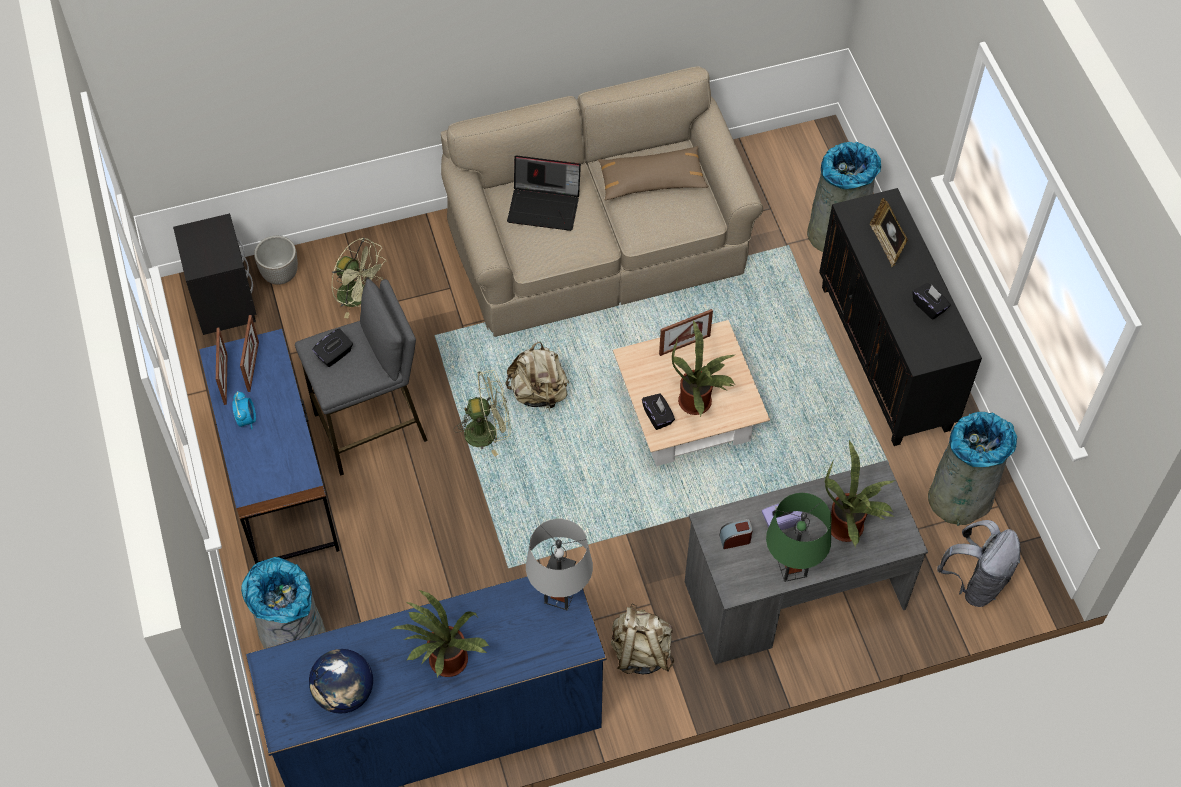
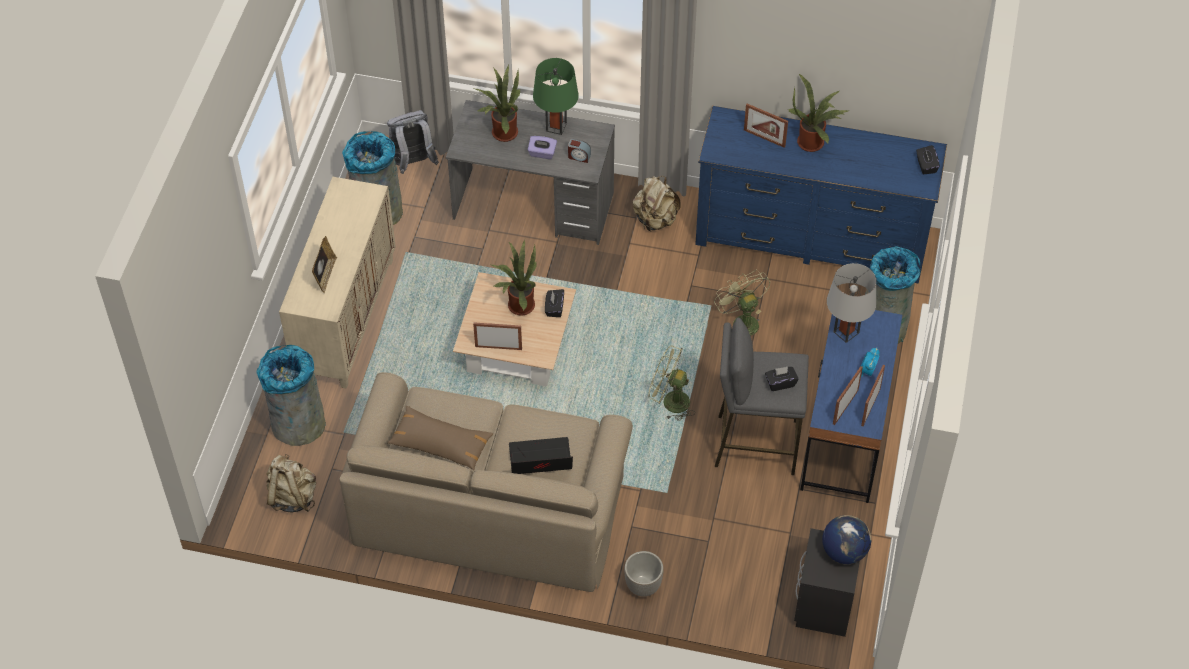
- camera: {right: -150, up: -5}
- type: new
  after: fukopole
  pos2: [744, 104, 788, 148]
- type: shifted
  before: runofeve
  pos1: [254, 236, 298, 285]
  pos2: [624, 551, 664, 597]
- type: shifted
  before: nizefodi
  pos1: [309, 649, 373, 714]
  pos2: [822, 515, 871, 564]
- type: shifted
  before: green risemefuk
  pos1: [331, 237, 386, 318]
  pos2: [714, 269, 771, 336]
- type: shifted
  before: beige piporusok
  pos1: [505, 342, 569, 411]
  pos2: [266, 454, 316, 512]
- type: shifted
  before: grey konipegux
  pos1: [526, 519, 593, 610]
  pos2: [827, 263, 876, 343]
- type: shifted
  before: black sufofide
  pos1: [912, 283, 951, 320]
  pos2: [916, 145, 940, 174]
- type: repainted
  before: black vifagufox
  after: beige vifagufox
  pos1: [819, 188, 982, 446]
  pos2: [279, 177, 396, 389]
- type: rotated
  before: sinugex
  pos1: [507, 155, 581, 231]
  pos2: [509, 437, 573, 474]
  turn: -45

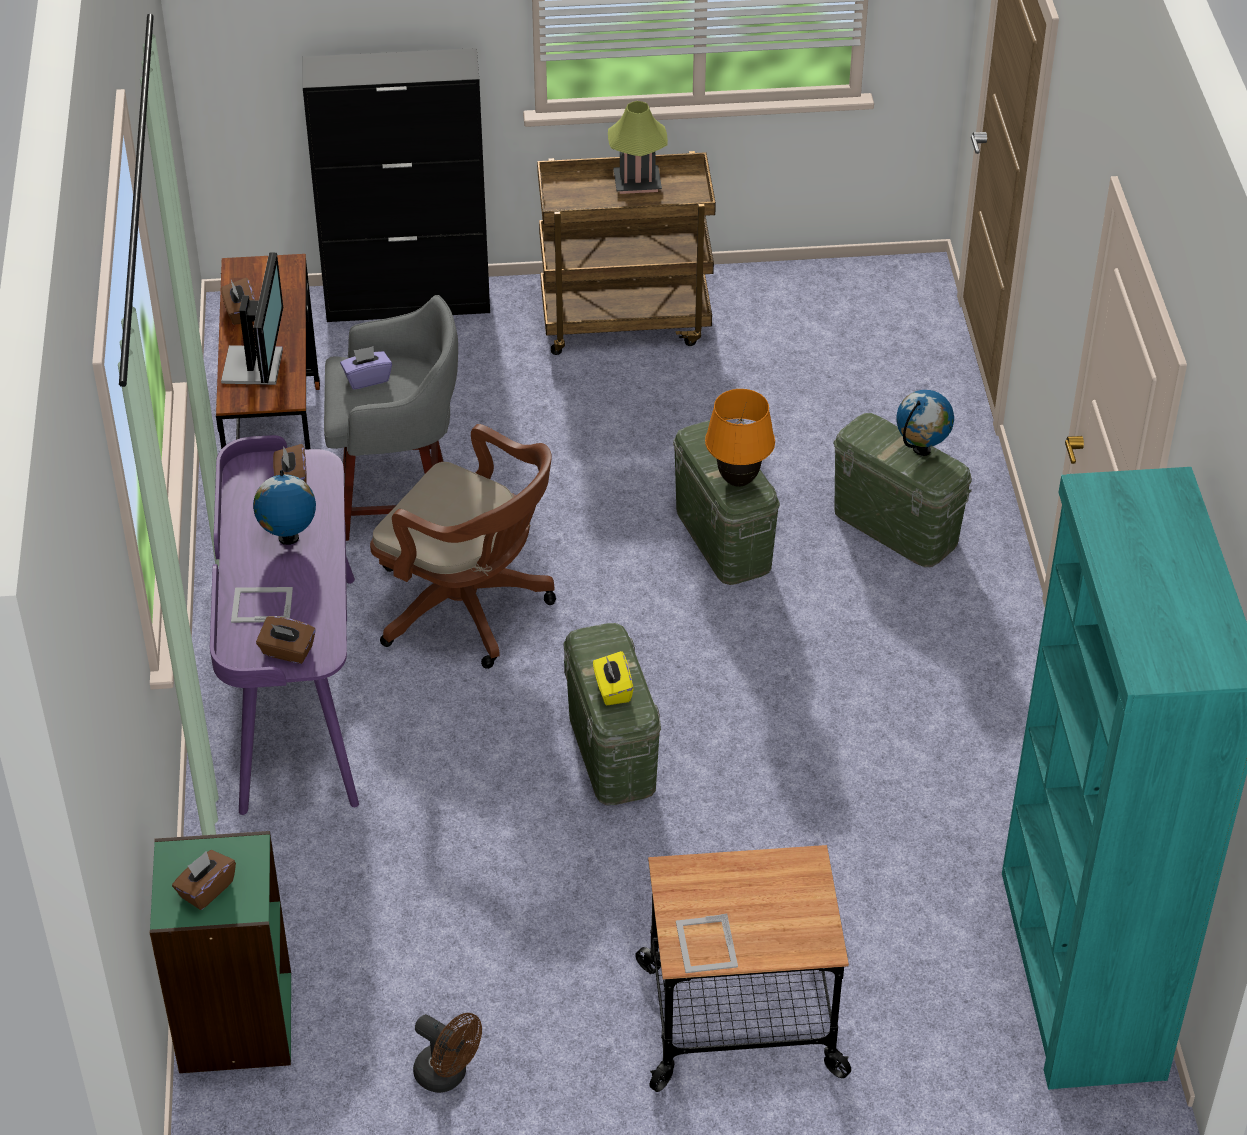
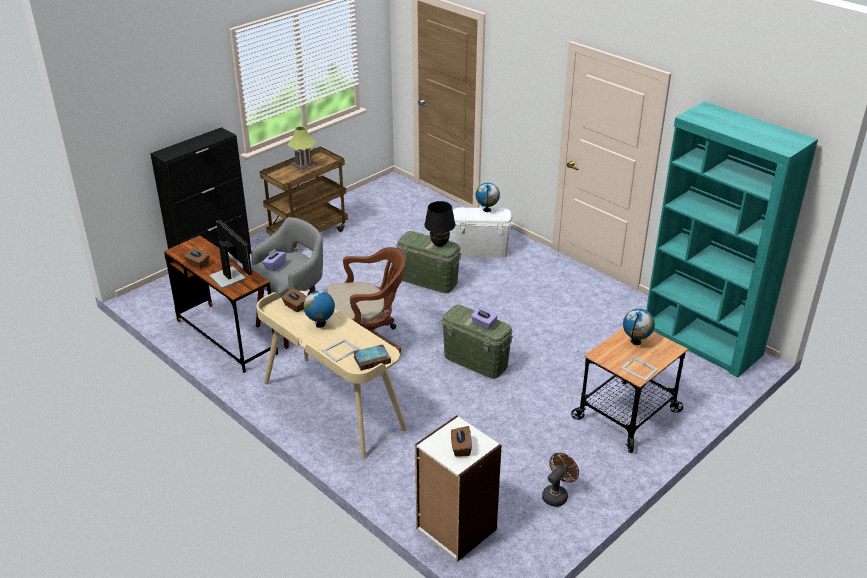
- camera: {right: -40, up: -10}
- type: new
  after: nizefodi
  pos2: [623, 309, 655, 345]
- type: swapped
  before: brown sufofide
  after: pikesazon
  pos1: [256, 616, 316, 664]
  pos2: [353, 344, 391, 371]
- type: repainted
  before: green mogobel
  after: white mogobel
  pos1: [150, 831, 291, 1073]
  pos2: [415, 415, 501, 561]
- type: repainted
  before: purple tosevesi
  after: beige tosevesi
  pos1: [210, 435, 359, 815]
  pos2: [257, 291, 407, 459]
- type: repainted
  before: yellow sufofide
  after: purple sufofide
  pos1: [593, 651, 634, 705]
  pos2: [471, 307, 498, 330]
- type: repainted
  before: orange konipegux
  after: black konipegux
  pos1: [705, 389, 775, 487]
  pos2: [424, 201, 455, 247]
- type: repainted
  before: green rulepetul
  after: white rulepetul
  pos1: [833, 413, 972, 567]
  pos2: [453, 208, 513, 258]
- type: rotated
  before: brown risemefuk
  pos1: [413, 1013, 482, 1093]
  pos2: [542, 453, 579, 507]
  turn: -45

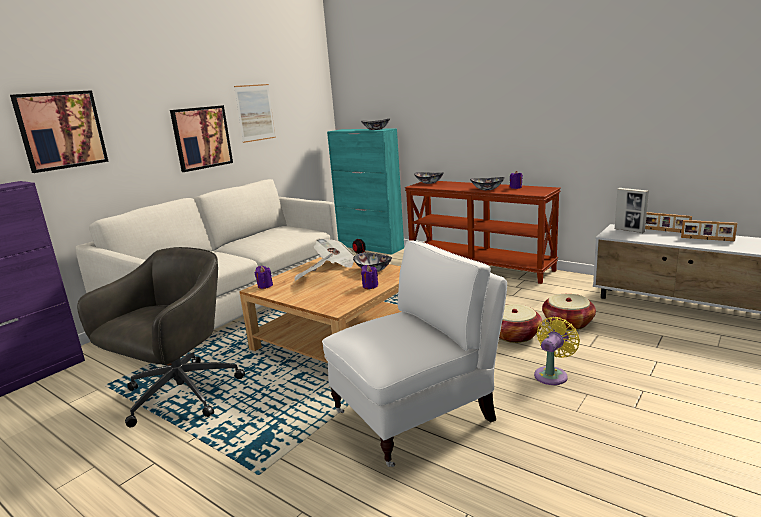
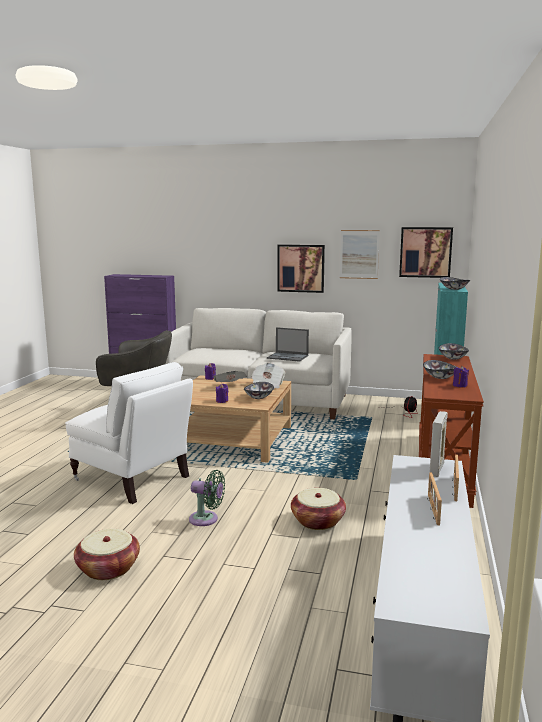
- camera: {right: 65, up: -5}
- type: new
  after: sinugex
  pos2: [267, 327, 309, 362]
- type: shifted
  before: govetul
  pos1: [10, 90, 109, 173]
  pos2: [399, 227, 453, 278]
- type: shifted
  before: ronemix
  pos1: [499, 304, 542, 343]
  pos2: [74, 529, 140, 580]
- type: repainted
  before: yellow risemefuk
  after: green risemefuk
  pos1: [534, 317, 580, 385]
  pos2: [189, 470, 225, 526]

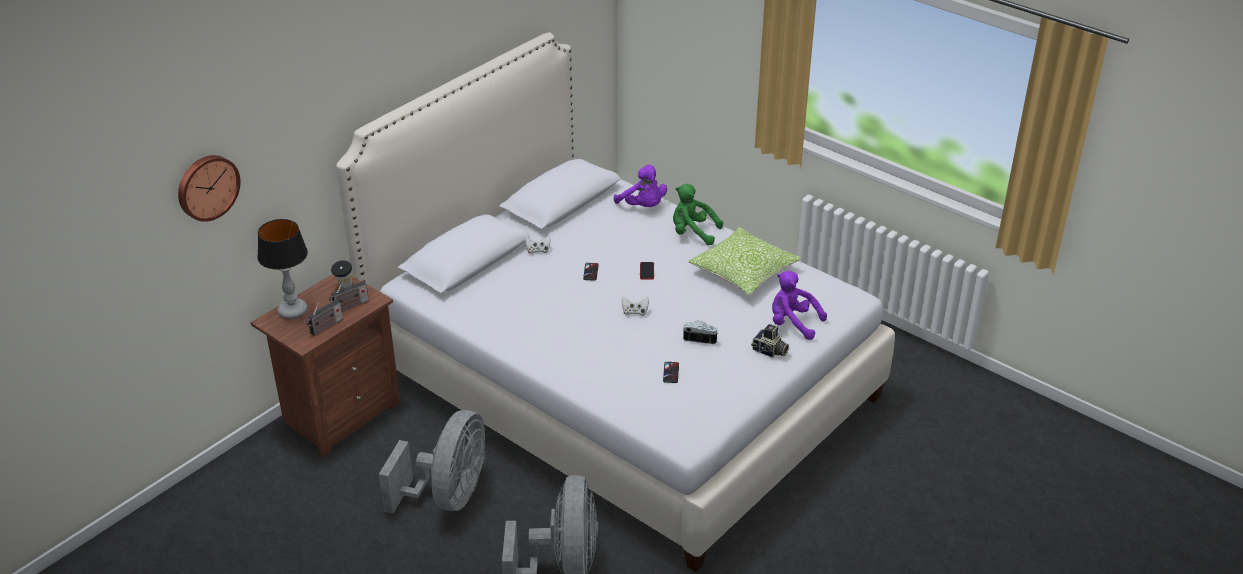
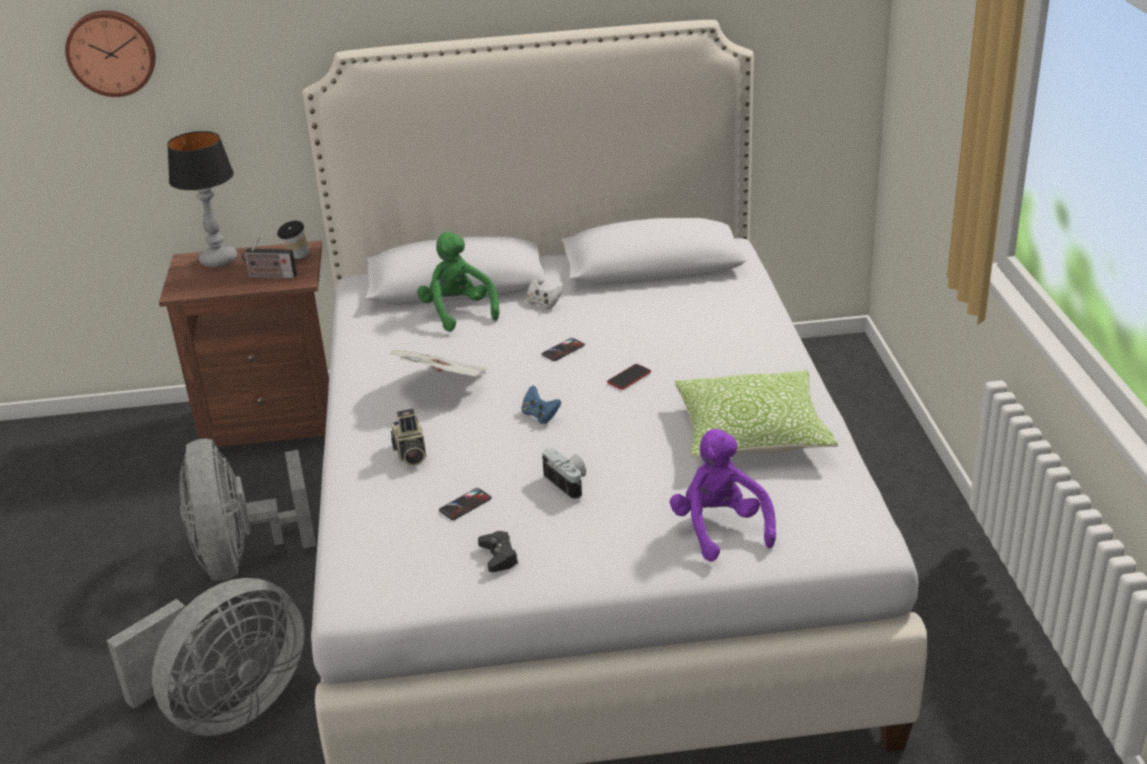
- camera: {right: 45, up: -5}
- type: gone
  before: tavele
  pos1: [306, 300, 343, 336]
- type: gone
  before: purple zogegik
  pos1: [614, 165, 667, 207]
- type: new
  after: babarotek
  pos2: [390, 350, 488, 377]
- type: new
  after: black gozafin
  pos2: [478, 531, 519, 572]
- type: shifted
  before: green zogegik
  pos1: [673, 184, 723, 245]
  pos2: [417, 232, 499, 332]
- type: shifted
  before: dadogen
  pos1: [751, 324, 789, 358]
  pos2: [391, 409, 426, 466]
- type: repainted
  before: white gozafin
  after: blue gozafin
  pos1: [622, 296, 649, 316]
  pos2: [521, 385, 561, 424]
- type: rotated
  before: grey risemefuk
  pos1: [379, 410, 485, 514]
  pos2: [180, 439, 316, 581]
  turn: 105

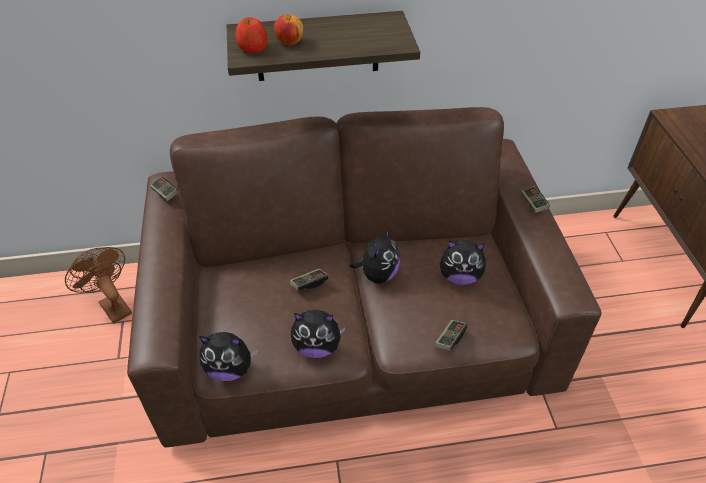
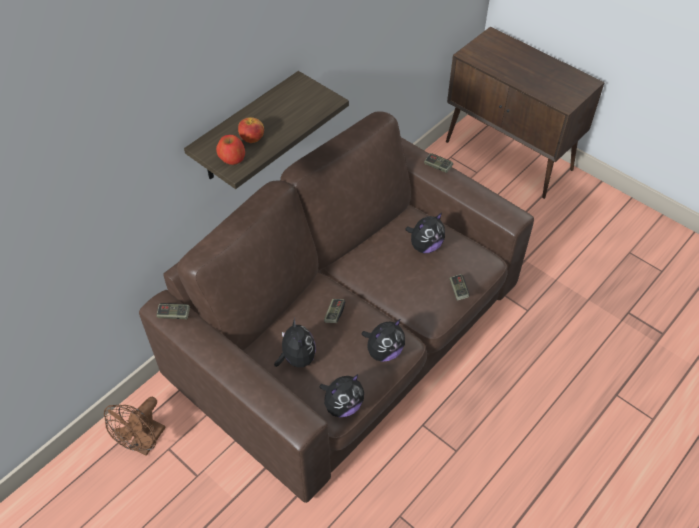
- camera: {right: -40, up: 5}
- type: shifted
  before: zogegik
  pos1: [349, 227, 400, 284]
  pos2: [274, 318, 316, 367]
- type: rotated
  before: brown risemefuk
  pos1: [65, 247, 132, 324]
  pos2: [104, 397, 166, 456]
  turn: -75

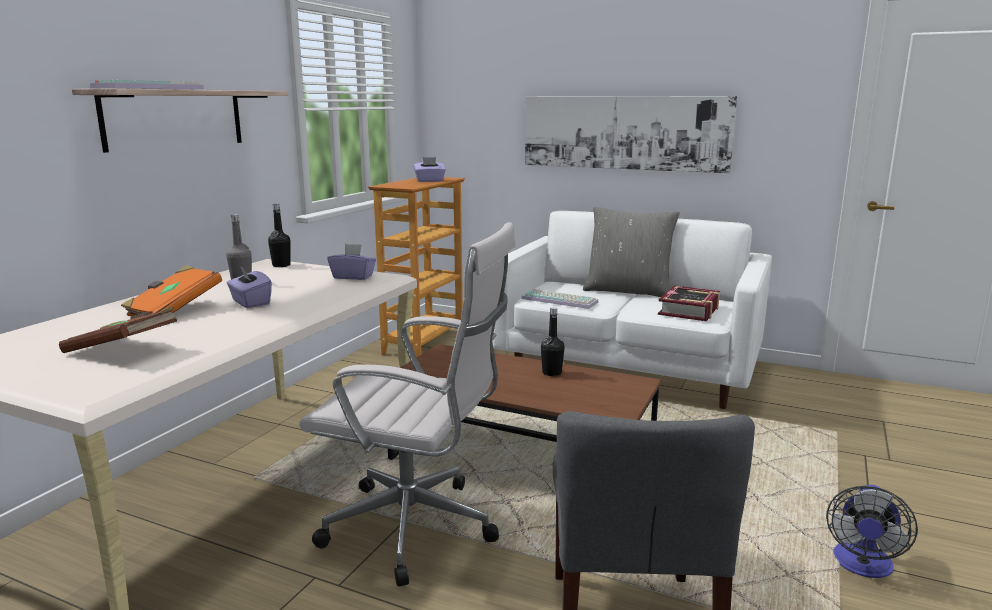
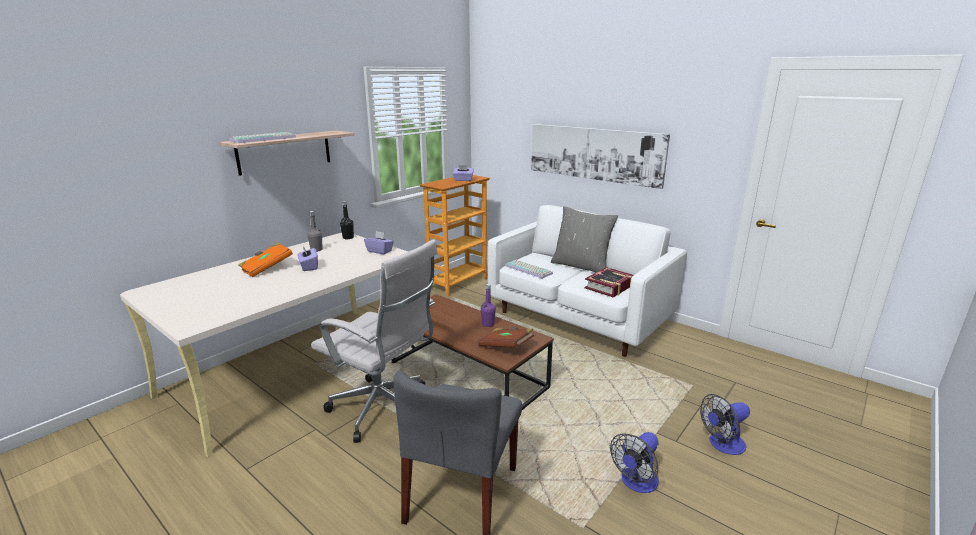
- camera: {right: 15, up: 5}
- type: new
  after: risemefuk
  pos2: [700, 394, 750, 455]
- type: shifted
  before: brown pikesazon
  pos1: [59, 307, 177, 353]
  pos2: [478, 327, 534, 348]
- type: repainted
  before: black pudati
  after: purple pudati
  pos1: [541, 307, 565, 376]
  pos2: [481, 284, 496, 327]

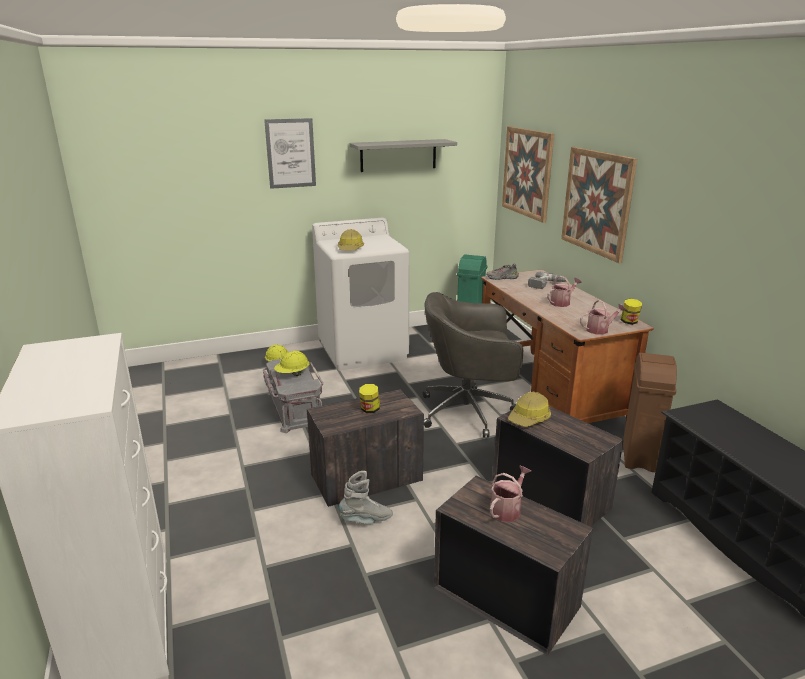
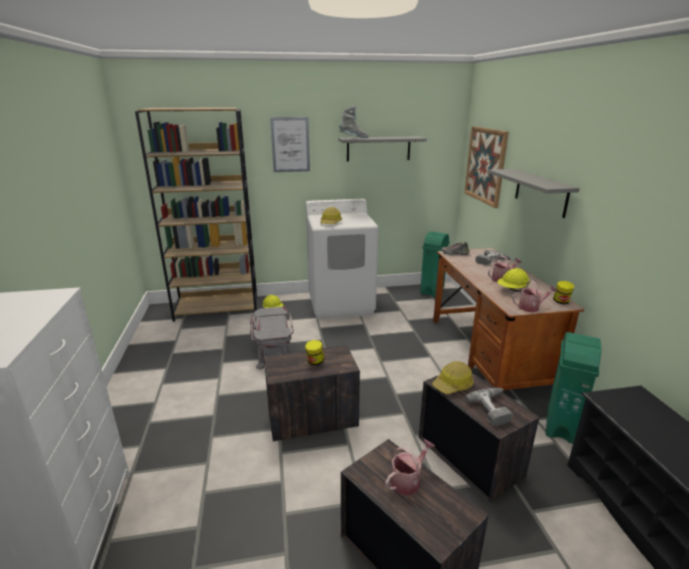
- camera: {right: 10, up: 0}
- type: gone
  before: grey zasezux
  pos1: [423, 292, 523, 438]
- type: new
  after: brown mogobel
  pos2: [135, 107, 257, 322]
- type: new
  after: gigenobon
  pos2: [465, 388, 513, 426]
- type: shifted
  before: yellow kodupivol
  pos1: [274, 351, 309, 376]
  pos2: [497, 268, 530, 292]
- type: shifted
  before: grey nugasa
  pos1: [339, 471, 393, 524]
  pos2: [339, 106, 369, 138]
- type: swapped
  before: govetul
  after: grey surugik
  pos1: [561, 147, 637, 263]
  pos2: [488, 169, 580, 218]
- type: repainted
  before: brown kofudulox
  after: green kofudulox
  pos1: [623, 353, 677, 472]
  pos2: [546, 332, 602, 444]

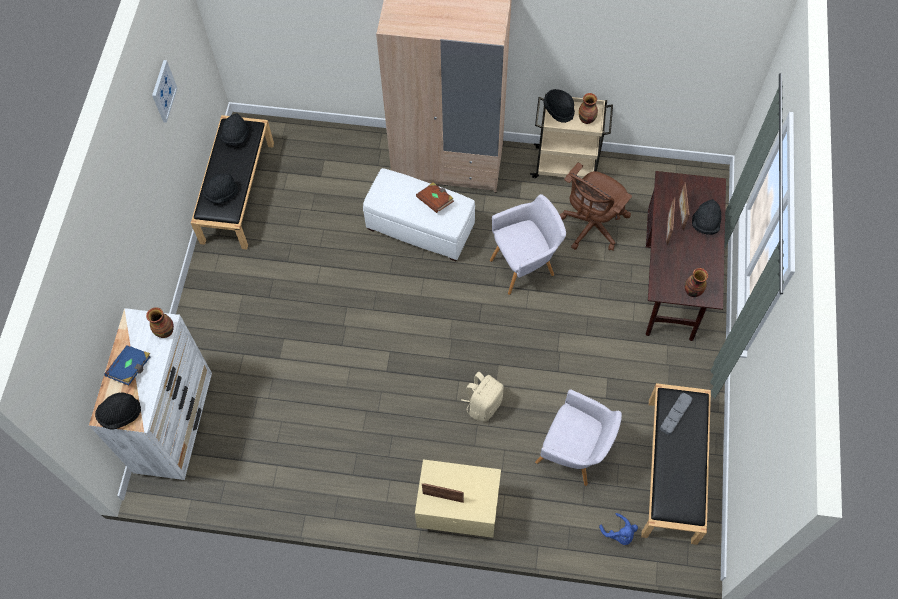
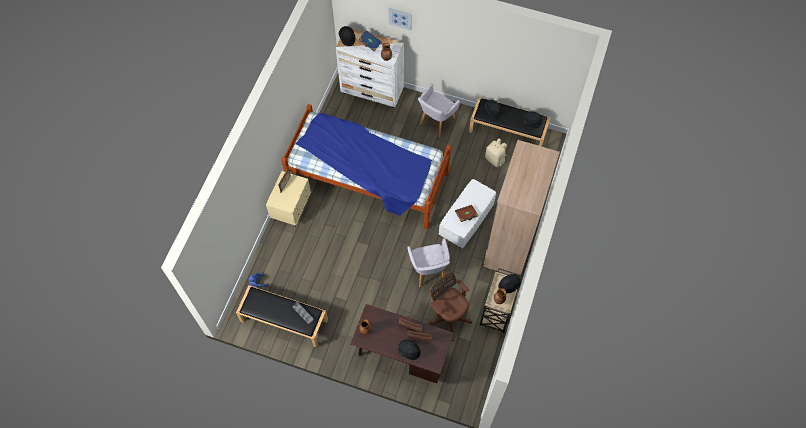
- camera: {right: 100, up: 0}
- type: new
  after: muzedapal
  pos2: [281, 104, 451, 230]
- type: shifted
  before: govetul
  pos1: [152, 60, 177, 123]
  pos2: [388, 8, 412, 31]
- type: shifted
  before: beige piporusok
  pos1: [461, 372, 504, 422]
  pos2: [485, 138, 507, 167]
- type: shifted
  before: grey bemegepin
  pos1: [535, 389, 622, 486]
  pos2: [418, 83, 460, 137]

